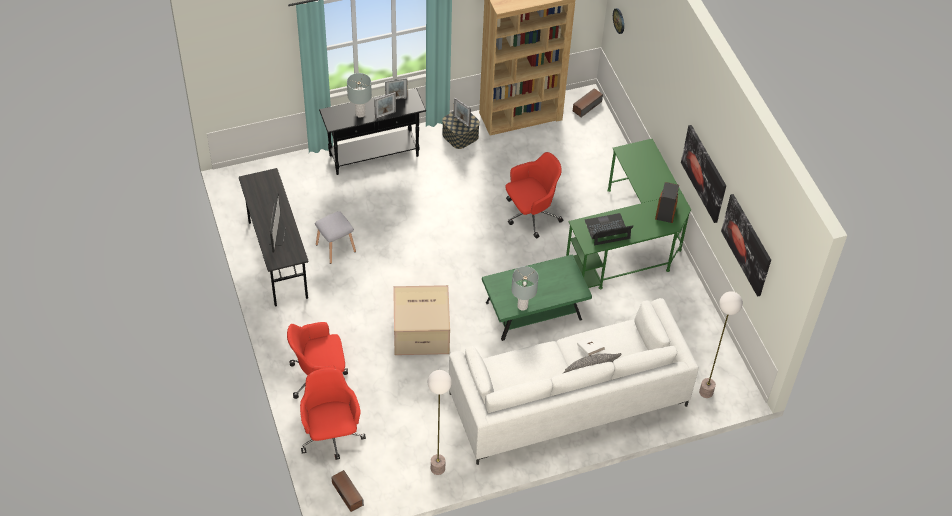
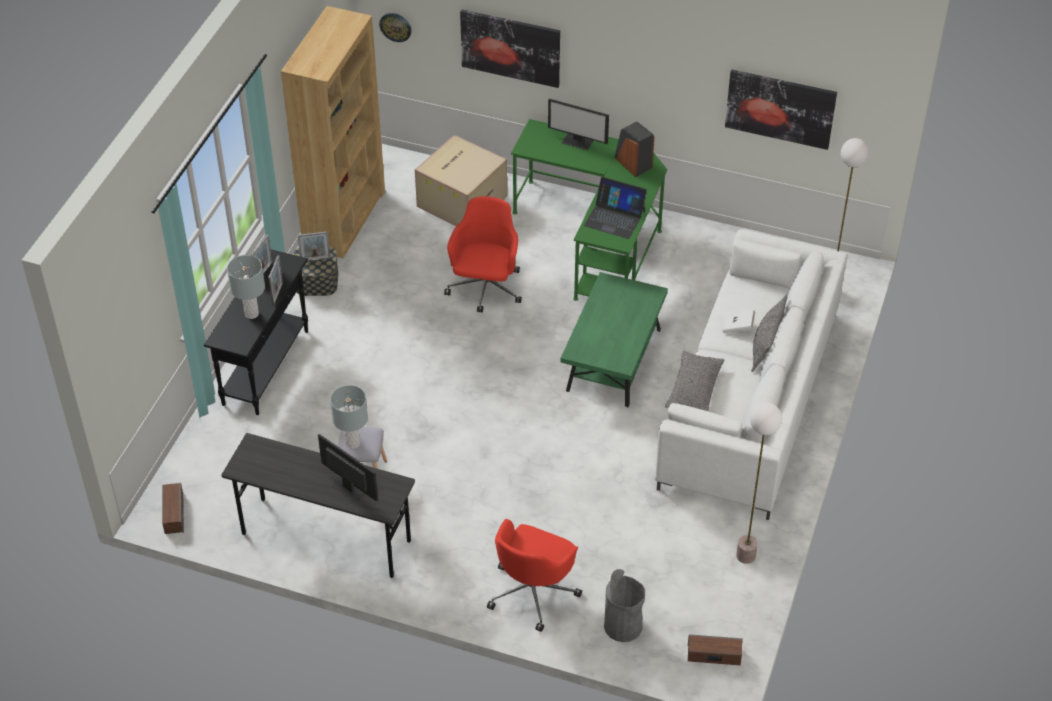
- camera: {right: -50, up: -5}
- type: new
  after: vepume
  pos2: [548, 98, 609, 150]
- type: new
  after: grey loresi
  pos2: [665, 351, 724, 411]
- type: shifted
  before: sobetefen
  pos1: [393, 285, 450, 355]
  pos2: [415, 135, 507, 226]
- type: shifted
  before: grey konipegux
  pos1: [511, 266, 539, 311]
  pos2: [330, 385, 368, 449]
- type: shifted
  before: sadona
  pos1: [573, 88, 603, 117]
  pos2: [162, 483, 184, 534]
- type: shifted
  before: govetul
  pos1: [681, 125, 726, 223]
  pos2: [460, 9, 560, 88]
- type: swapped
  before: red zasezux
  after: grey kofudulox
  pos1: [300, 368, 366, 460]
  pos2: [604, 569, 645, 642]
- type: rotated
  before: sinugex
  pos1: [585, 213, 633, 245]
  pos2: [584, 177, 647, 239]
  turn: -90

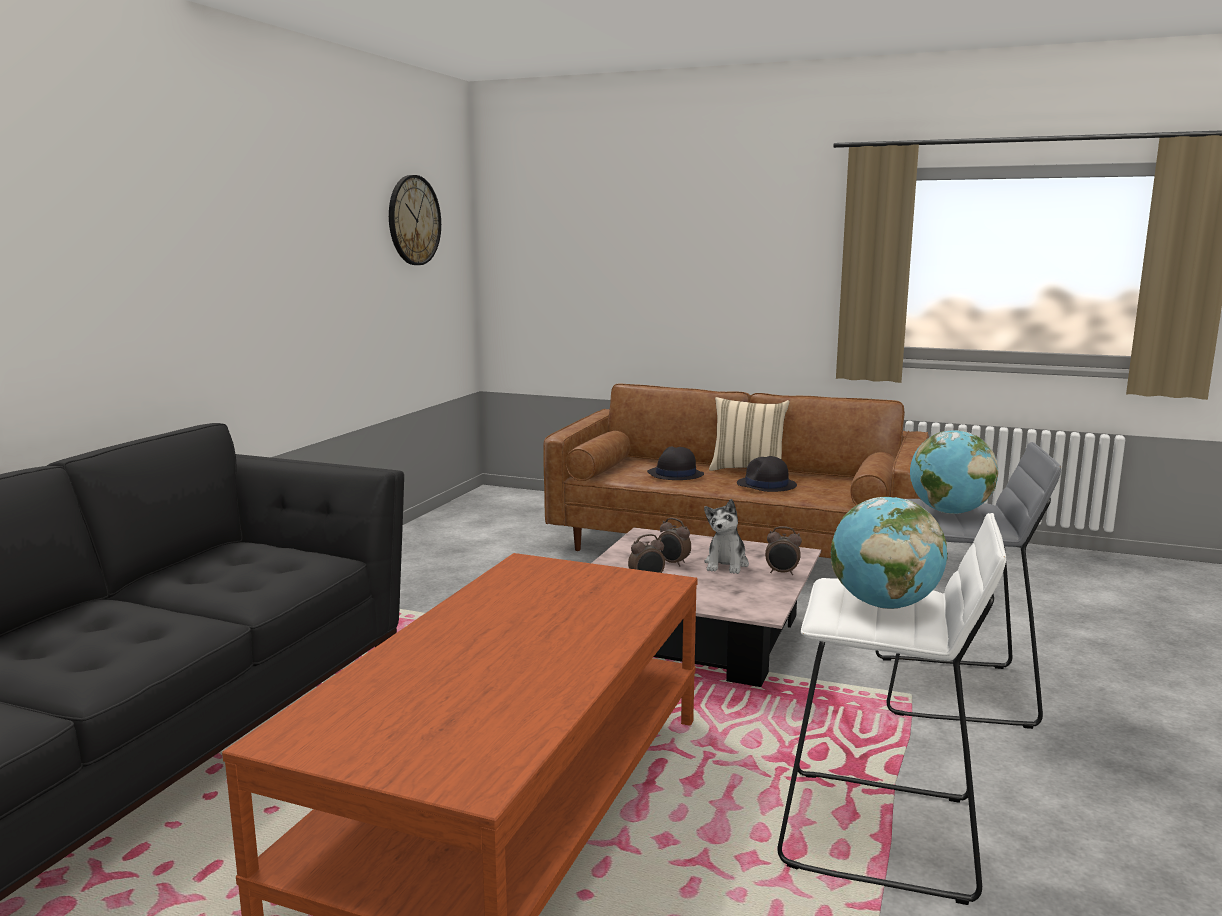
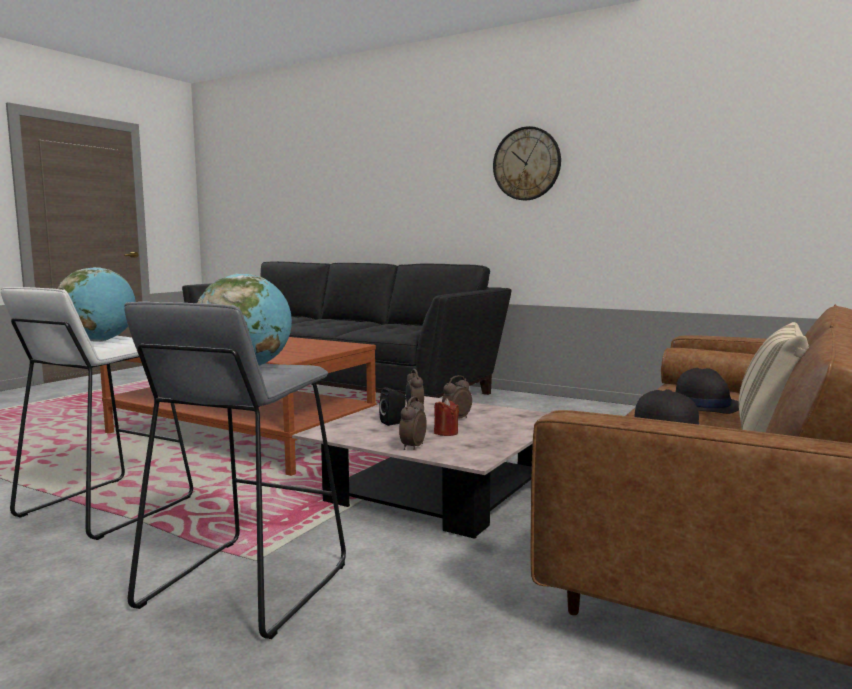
- camera: {right: 100, up: -5}
- type: new
  after: black sadona
  pos2: [379, 387, 406, 426]
- type: shifted
  before: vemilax
  pos1: [389, 175, 441, 265]
  pos2: [493, 126, 561, 200]
- type: swapped
  before: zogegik
  after: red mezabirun
  pos1: [704, 499, 749, 574]
  pos2: [434, 398, 459, 436]

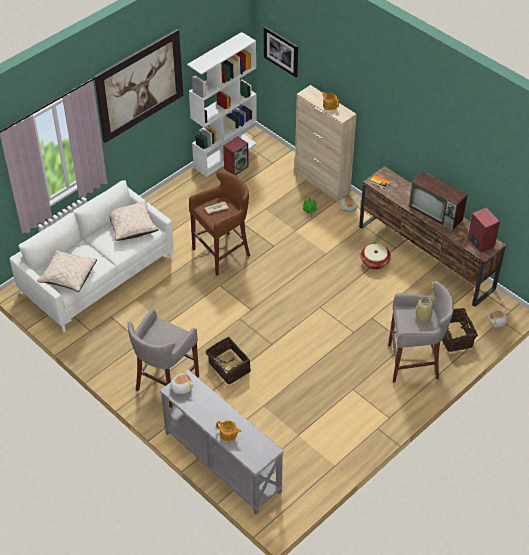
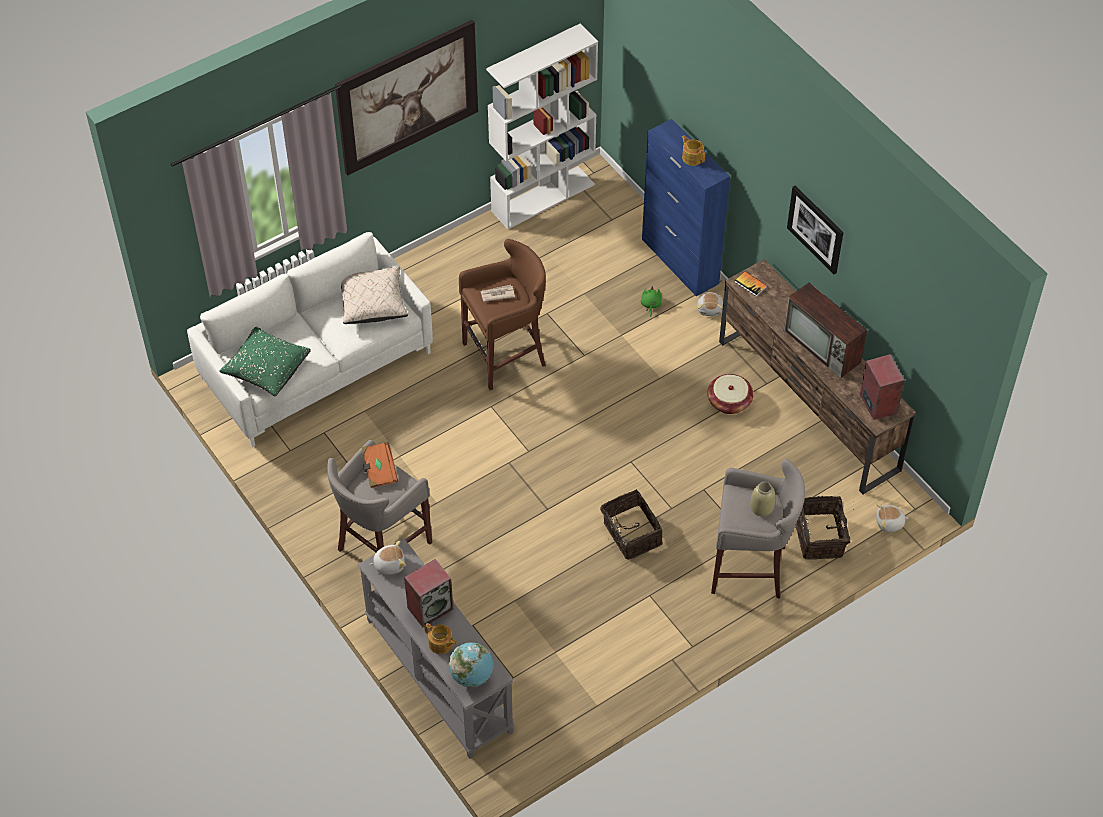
- camera: {right: 10, up: 5}
- type: new
  after: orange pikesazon
  pos2: [361, 442, 398, 488]
- type: new
  after: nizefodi
  pos2: [449, 642, 493, 687]
- type: shifted
  before: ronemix
  pos1: [206, 337, 251, 384]
  pos2: [600, 489, 663, 560]
- type: shifted
  before: sadona
  pos1: [223, 136, 249, 175]
  pos2: [404, 559, 453, 627]
- type: shifted
  before: govetul
  pos1: [264, 26, 298, 77]
  pos2: [787, 186, 844, 275]
- type: repainted
  before: beige loresi
  after: green loresi
  pos1: [37, 250, 97, 292]
  pos2: [220, 327, 311, 396]
- type: repainted
  before: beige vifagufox
  after: blue vifagufox
  pos1: [295, 85, 357, 202]
  pos2: [642, 119, 730, 296]

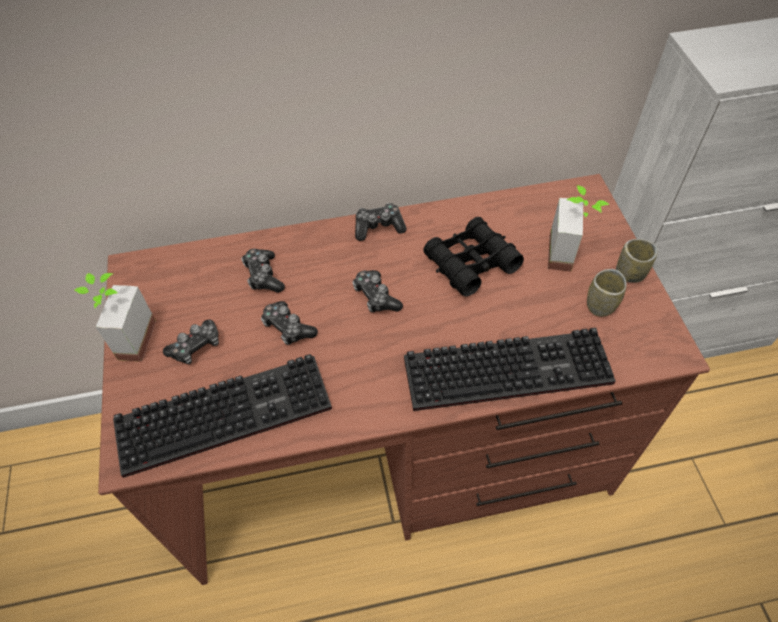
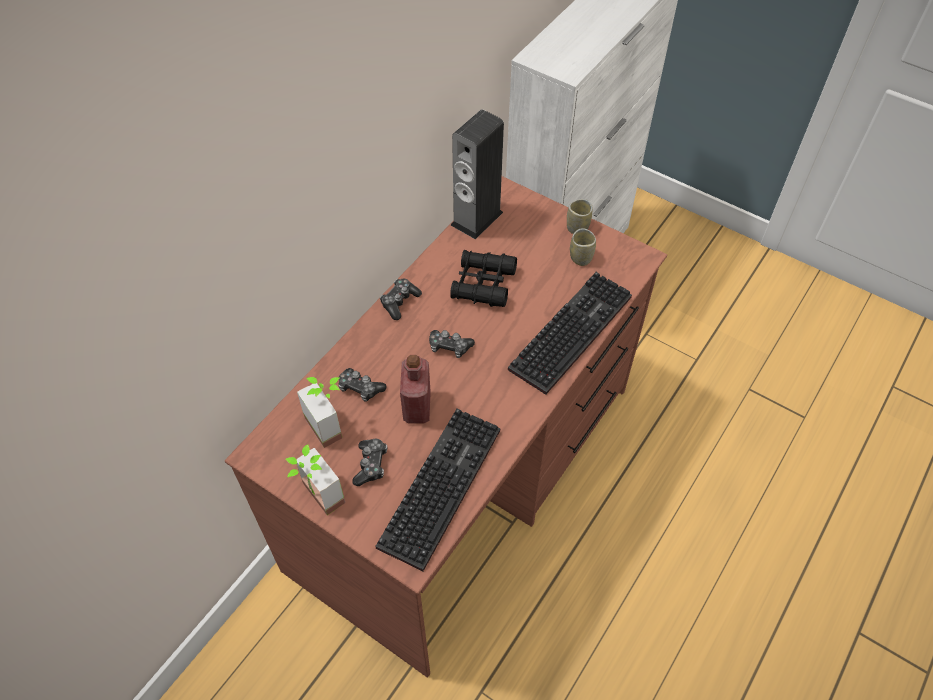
- camera: {right: -45, up: 0}
- type: new
  after: sadona
  pos2: [451, 109, 504, 239]
- type: shifted
  before: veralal
  pos1: [548, 185, 609, 272]
  pos2: [297, 377, 342, 448]
- type: swapped
  before: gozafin
  after: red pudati
  pos1: [261, 301, 318, 345]
  pos2: [400, 355, 431, 424]

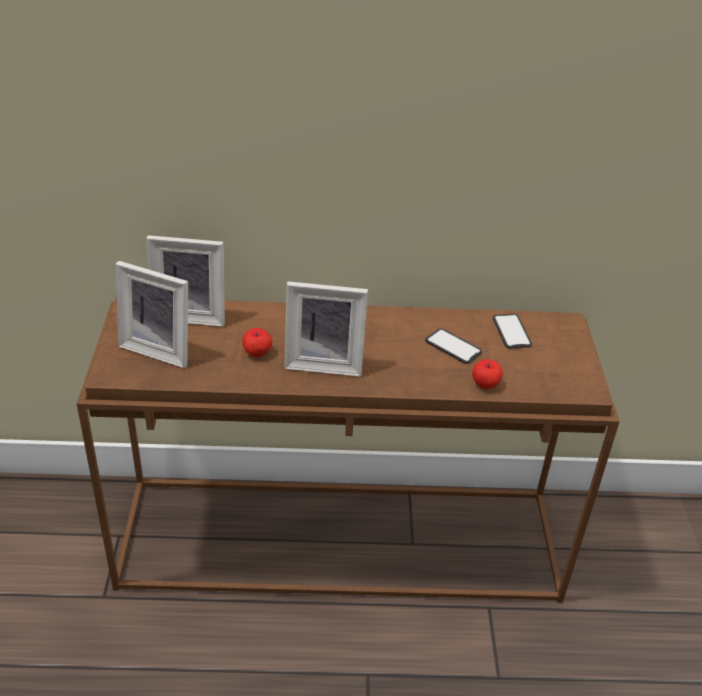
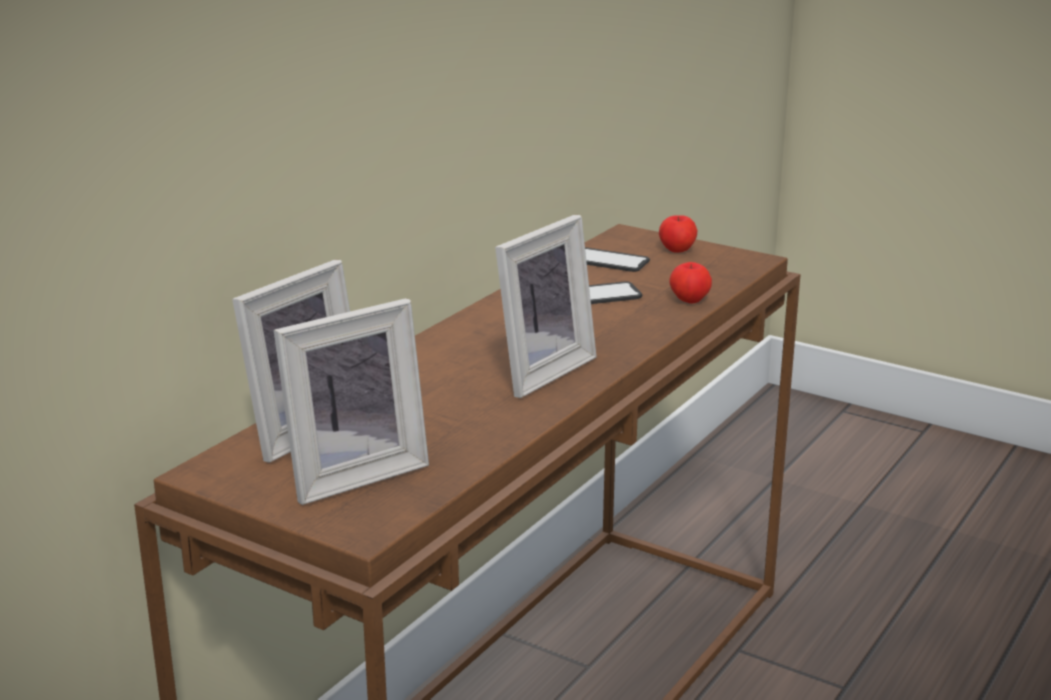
- camera: {right: -55, up: -15}
- type: shifted
  before: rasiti
  pos1: [242, 328, 273, 357]
  pos2: [659, 215, 697, 253]

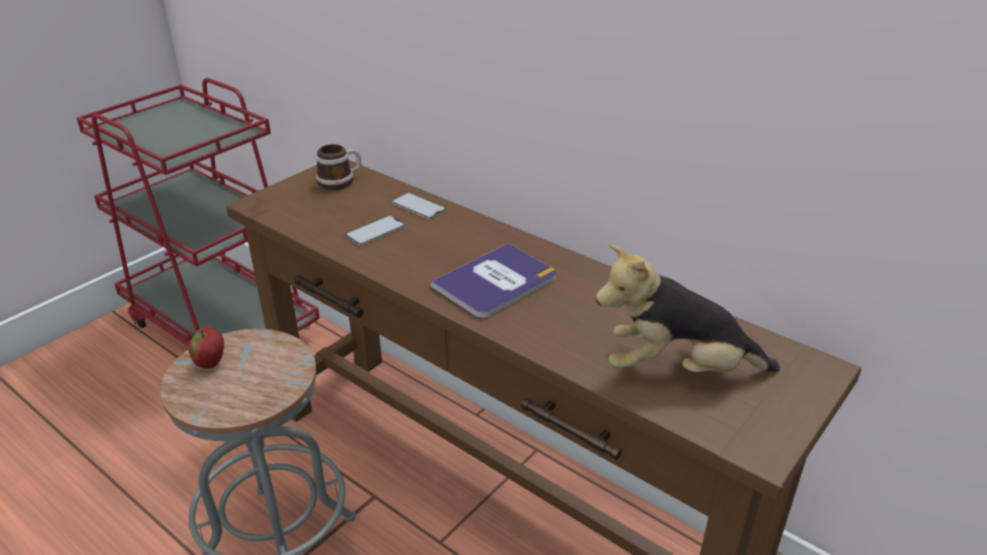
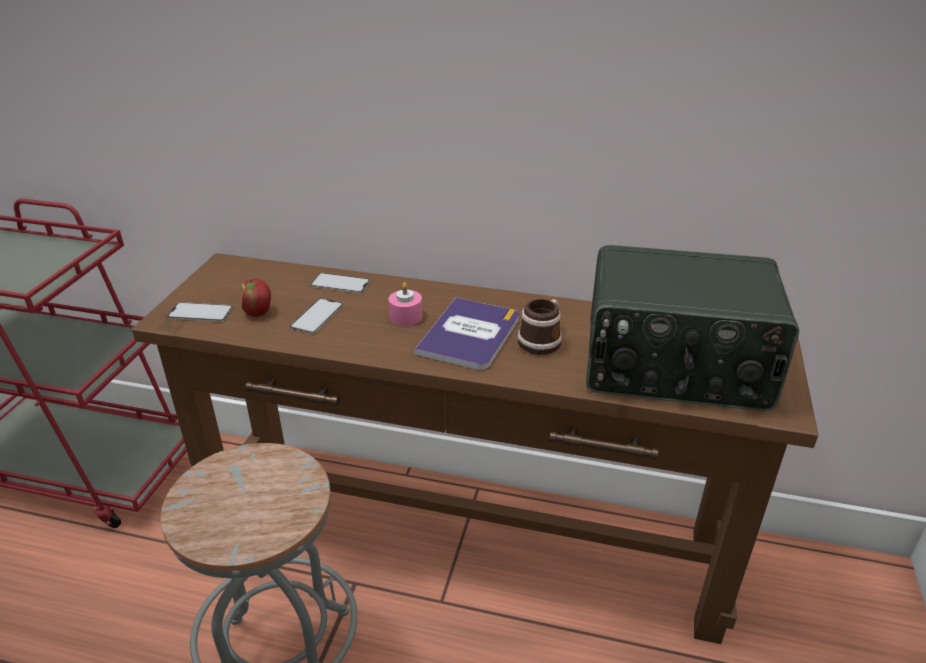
- camera: {right: -25, up: 0}
- type: new
  after: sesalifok
  pos2: [167, 302, 233, 322]
- type: new
  after: pink mezabirun
  pos2: [389, 282, 423, 326]
- type: shifted
  before: rasiti
  pos1: [188, 327, 224, 369]
  pos2: [241, 278, 271, 317]
- type: shifted
  before: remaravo
  pos1: [316, 144, 362, 190]
  pos2: [518, 299, 562, 355]
- type: swapped
  before: zogegik
  after: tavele
  pos1: [595, 244, 780, 372]
  pos2: [586, 245, 799, 411]

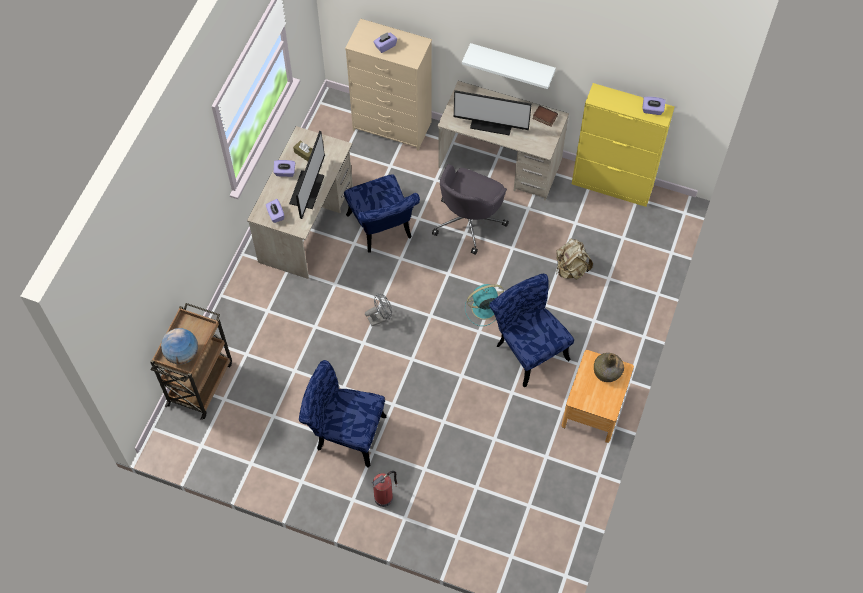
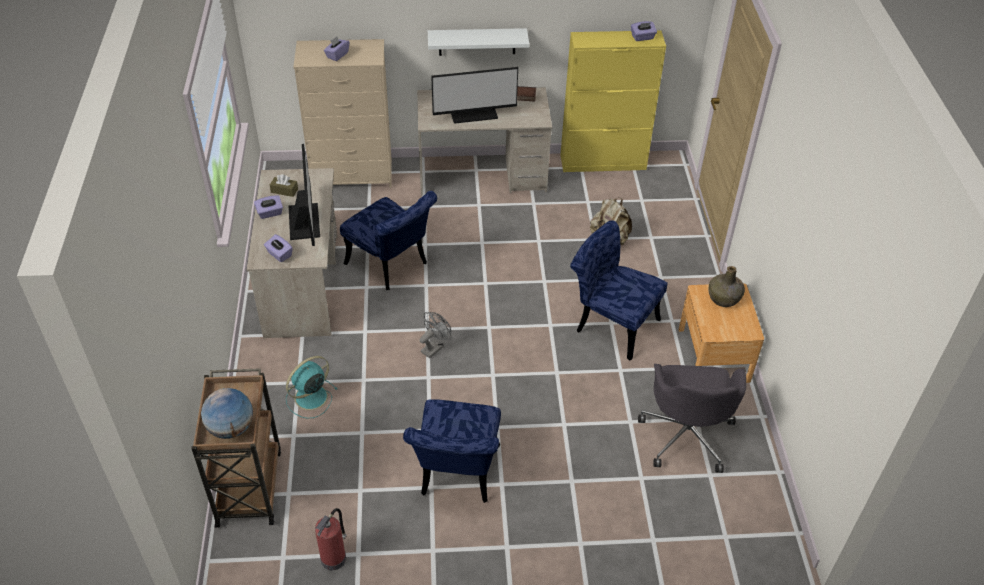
- camera: {right: -25, up: -15}
- type: shifted
  before: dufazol
  pos1: [372, 471, 398, 507]
  pos2: [315, 508, 347, 570]
- type: shifted
  before: grey zasezux
  pos1: [432, 164, 509, 255]
  pos2: [638, 364, 746, 473]
- type: shifted
  before: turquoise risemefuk
  pos1: [465, 284, 504, 326]
  pos2: [286, 356, 337, 418]
- type: rotated
  before: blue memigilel
  pos1: [299, 360, 386, 468]
  pos2: [403, 399, 501, 503]
  turn: -75

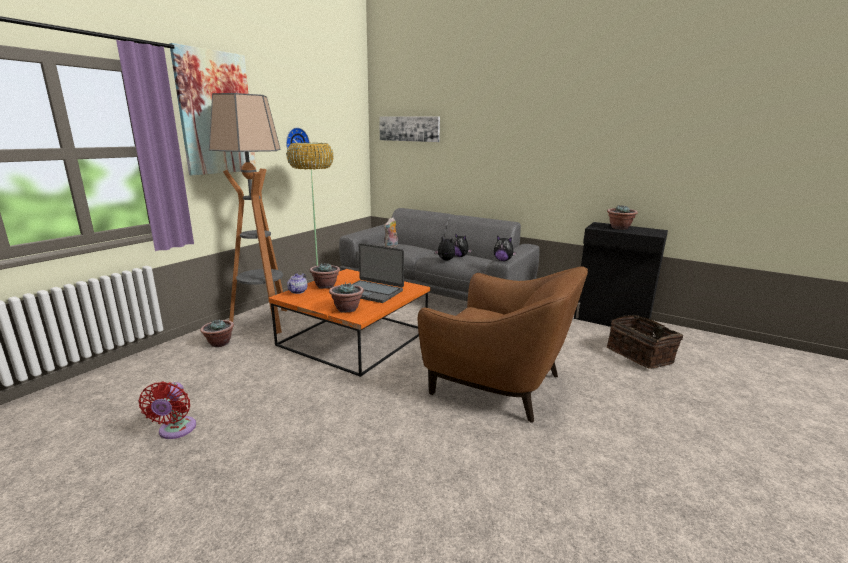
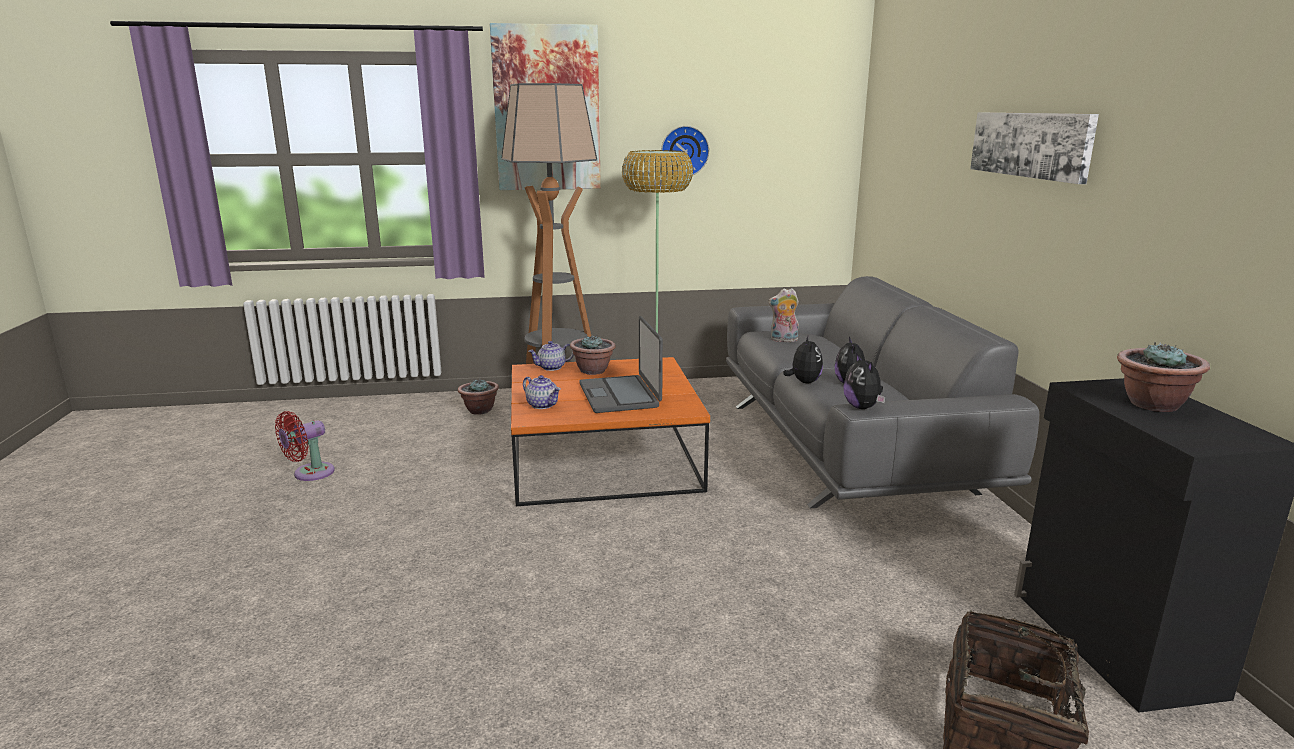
- camera: {right: 50, up: 0}
- type: gone
  before: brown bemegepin
  pos1: [418, 266, 588, 422]
- type: shifted
  before: govetul
  pos1: [379, 116, 440, 142]
  pos2: [970, 112, 1099, 184]
- type: swapped
  before: veralal
  after: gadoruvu
  pos1: [329, 282, 364, 313]
  pos2: [523, 375, 561, 409]

